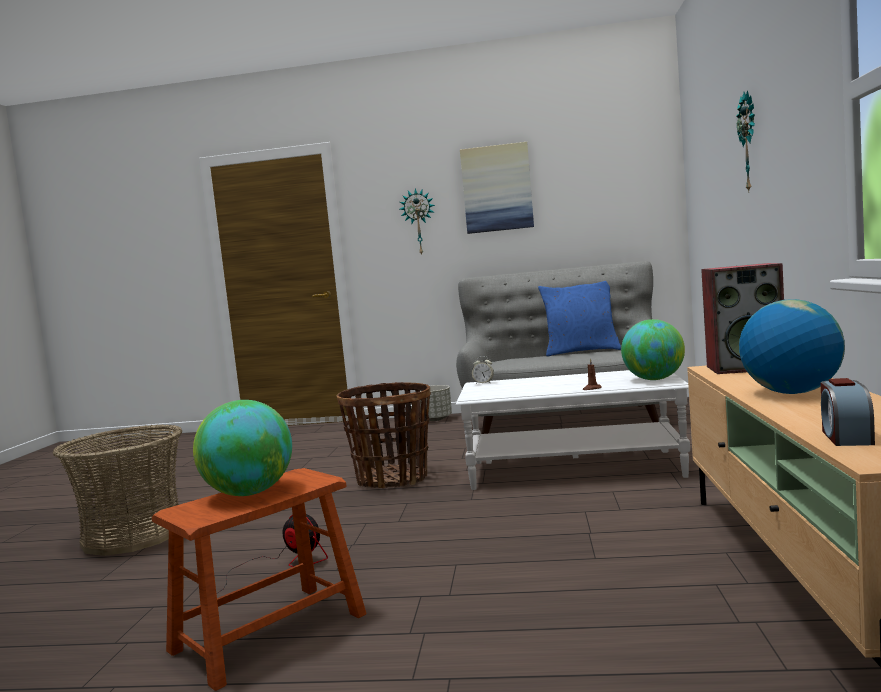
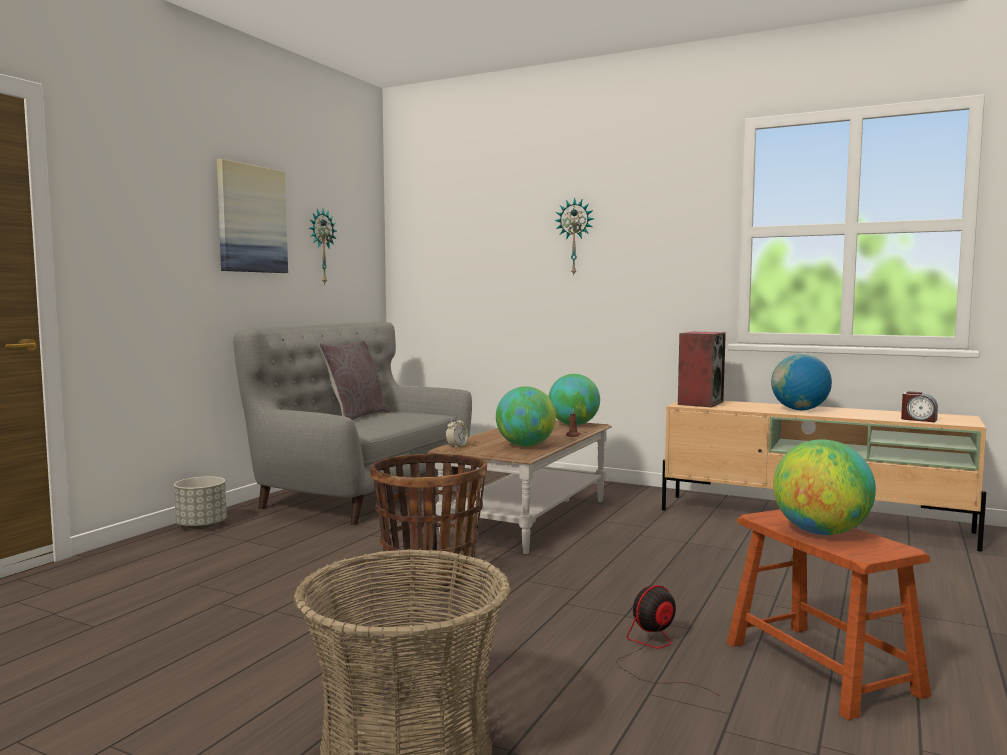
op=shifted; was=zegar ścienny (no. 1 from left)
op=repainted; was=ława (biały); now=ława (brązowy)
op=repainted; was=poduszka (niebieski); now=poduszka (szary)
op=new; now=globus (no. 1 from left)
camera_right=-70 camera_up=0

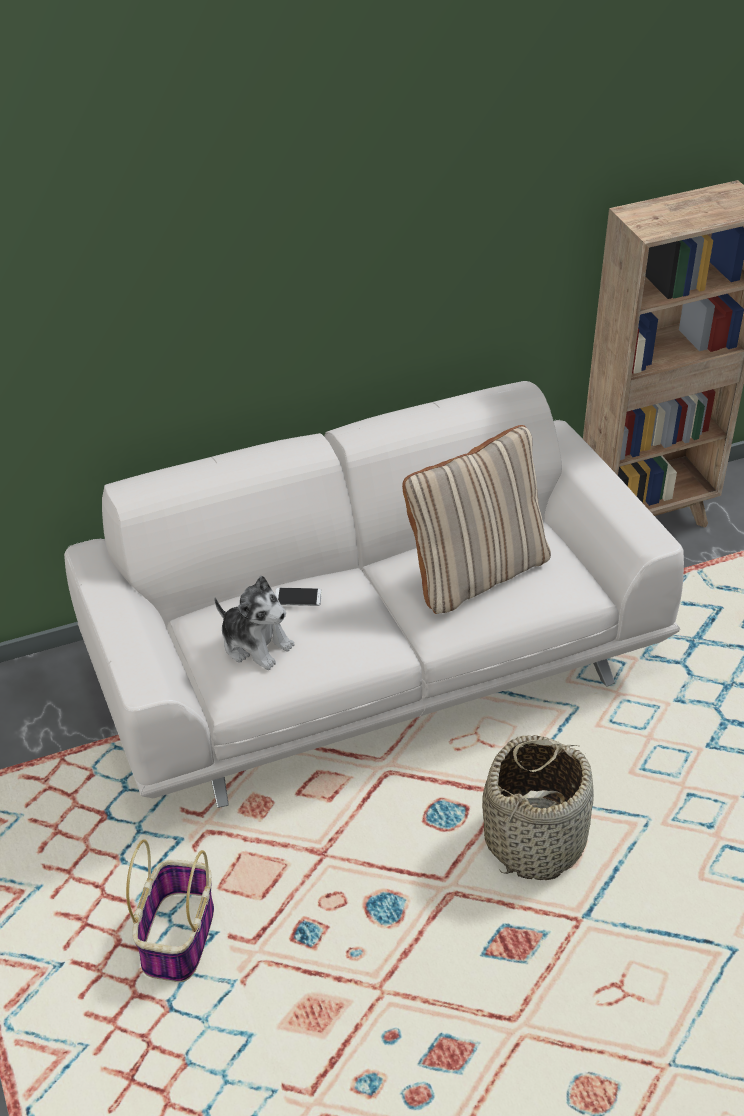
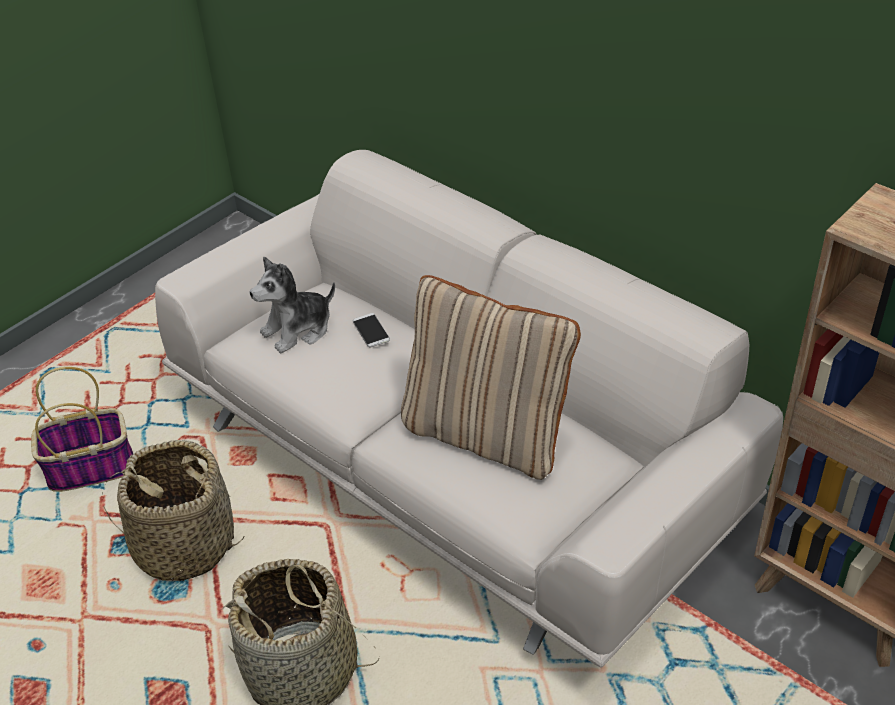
op=rotated; was=pluszak; clockwise=45
op=new; now=koszyk (no. 2 from left)
camera_right=65 camera_up=0

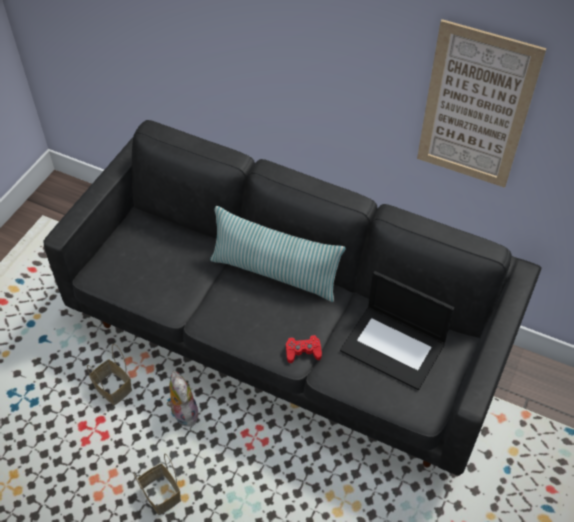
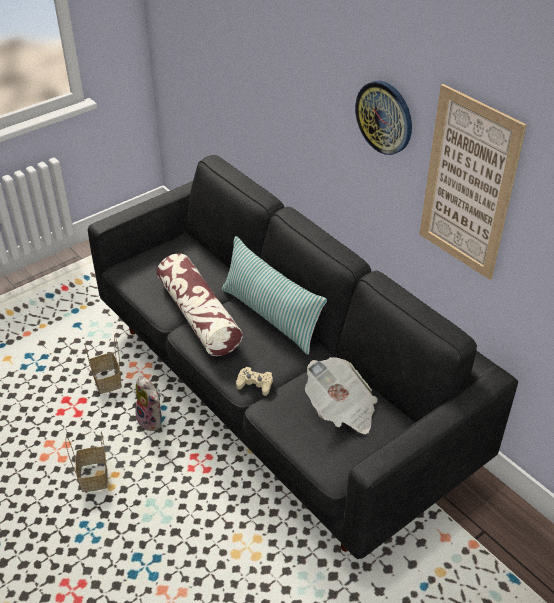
op=rotated; was=pluszak; clockwise=135
op=repainted; was=pad do gier (czerwony); now=pad do gier (beżowy)
op=swapped; was=laptop; now=gazeta
op=new; now=poduszka (no. 1 from left)
op=new; now=zegar ścienny
camera_right=25 camera_up=-10

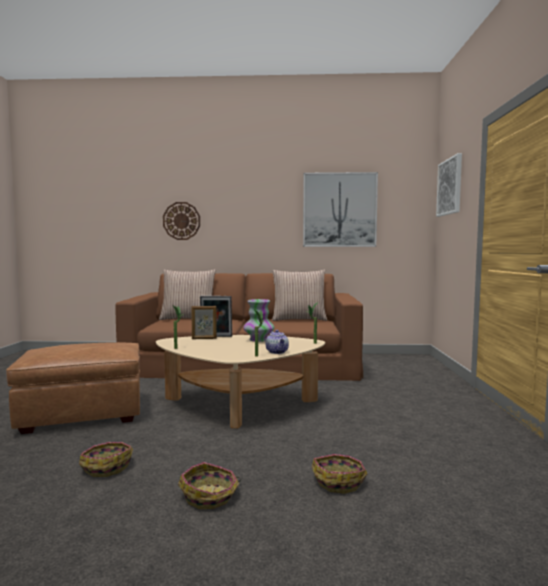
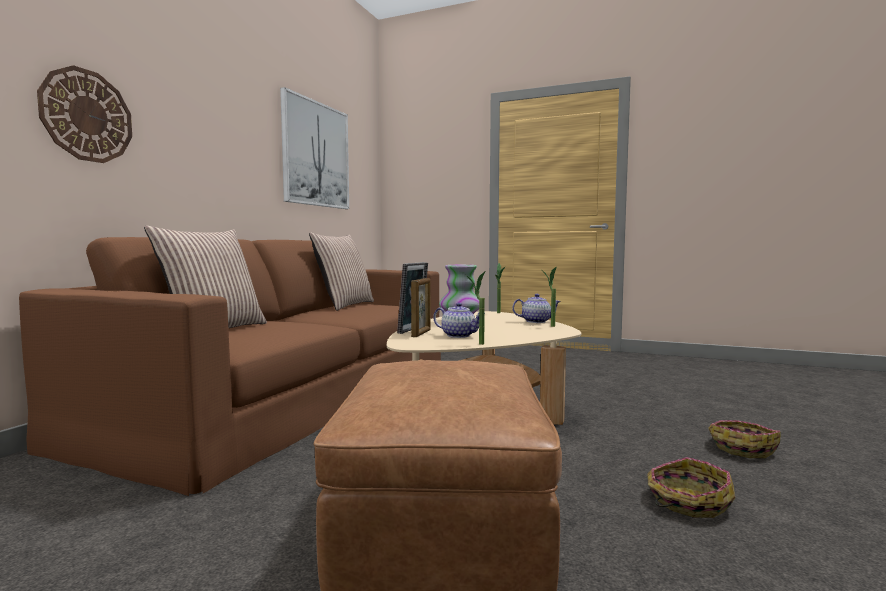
op=gone; was=koszyk (no. 3 from left)
op=gone; was=obraz (no. 2 from left)
op=new; now=imbryk (no. 1 from left)
camera_right=-70 camera_up=0

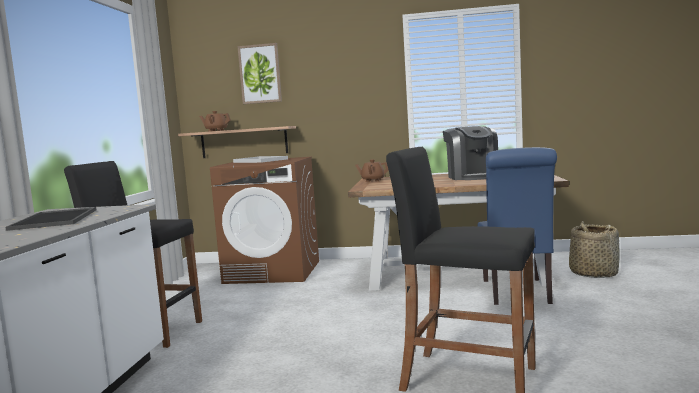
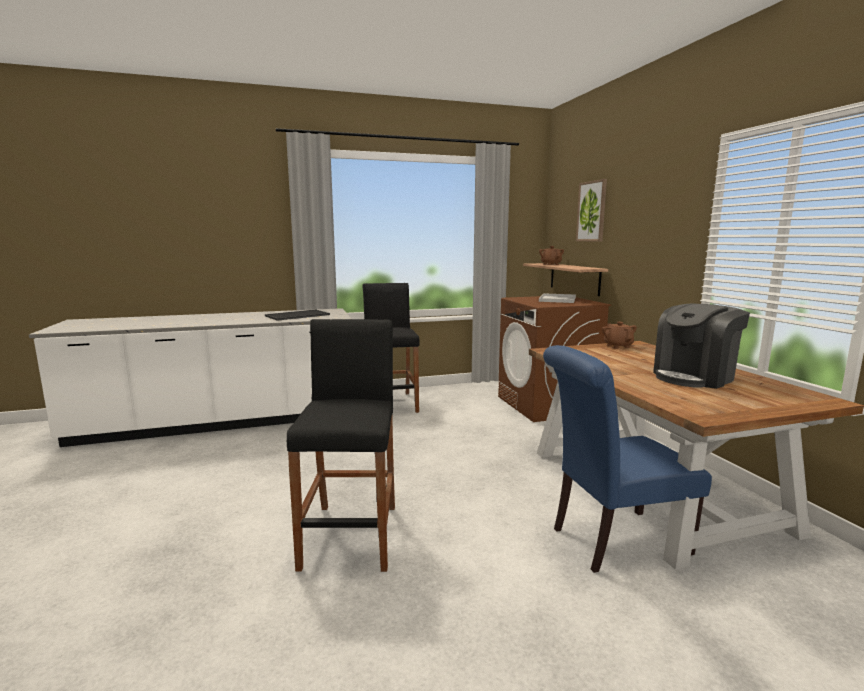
op=gone; was=koszyk
camera_right=65 camera_up=5

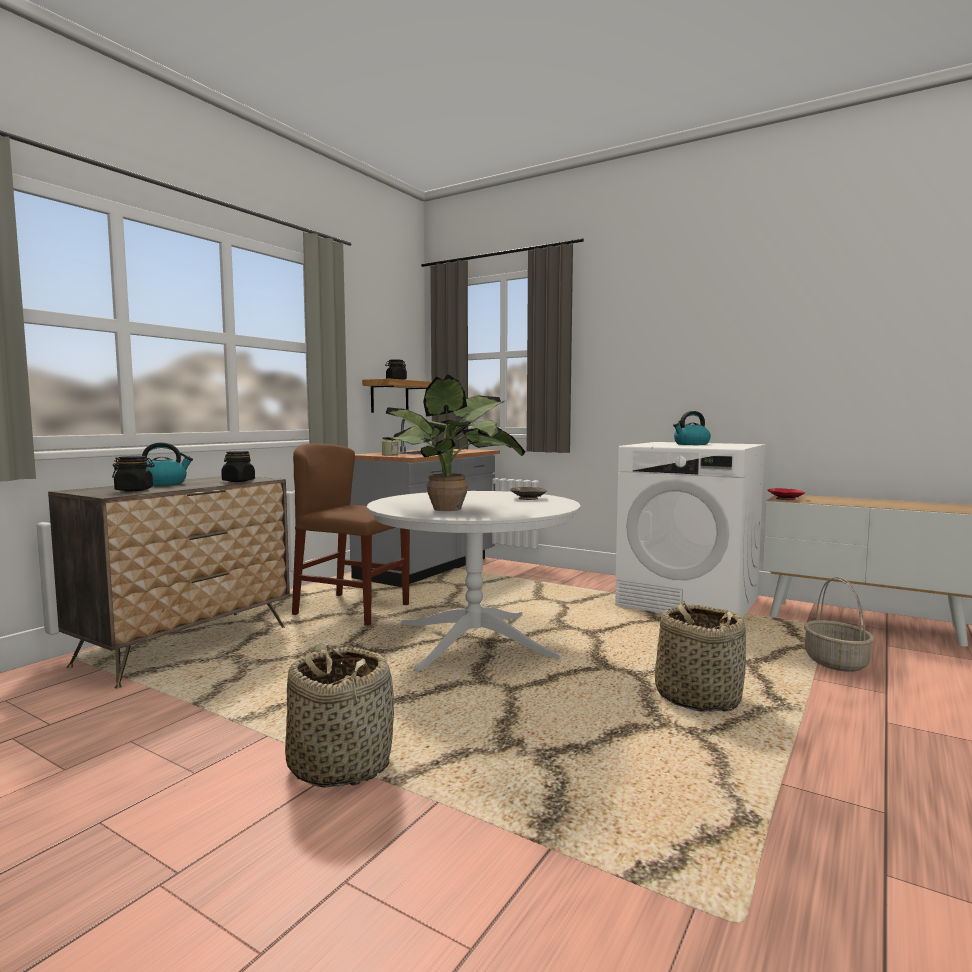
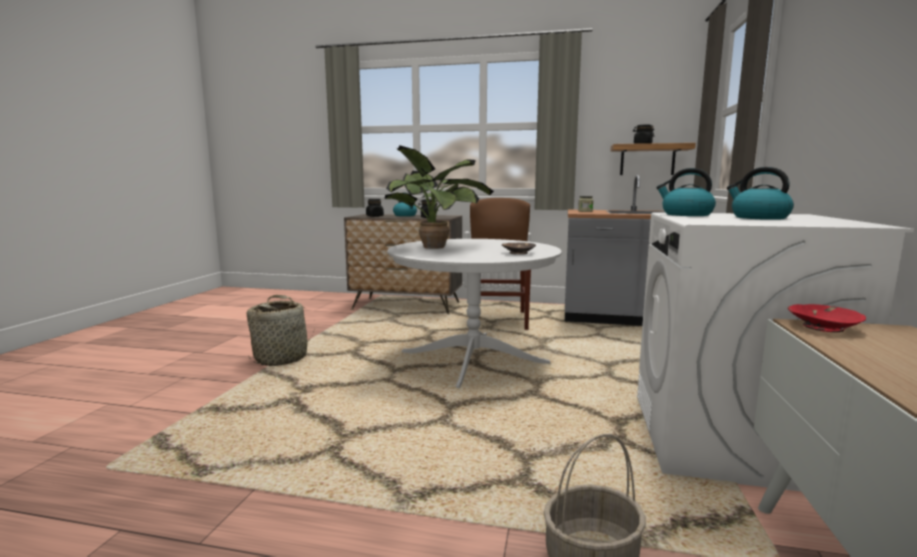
op=gone; was=koszyk (no. 2 from left)
op=new; now=czajnik (no. 2 from left)
camera_right=70 camera_up=5

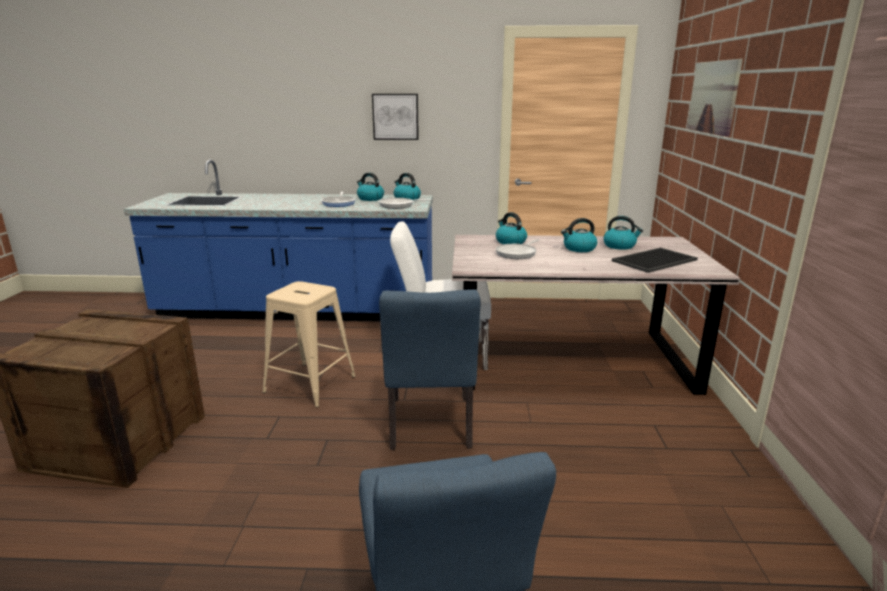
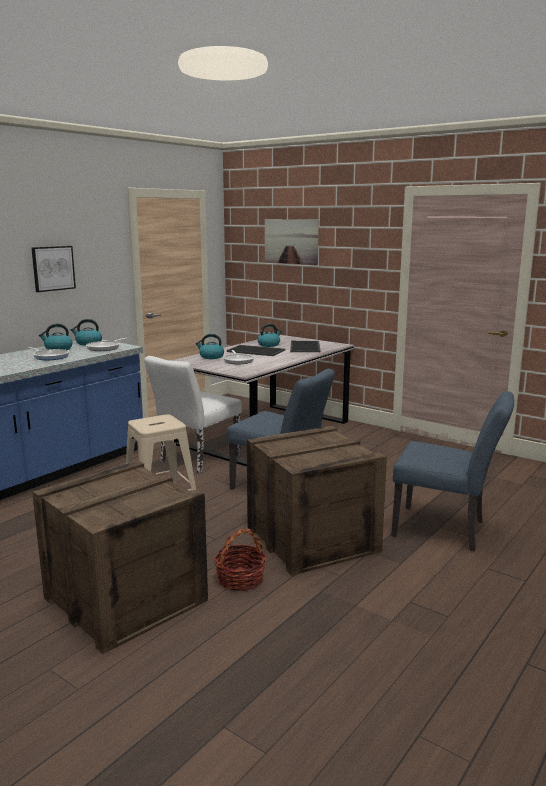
op=swapped; was=czajnik (no. 4 from left); now=taca (no. 1 from left)
op=new; now=koszyk
op=new; now=skrzynka (no. 2 from left)
camera_right=-55 camera_up=-5

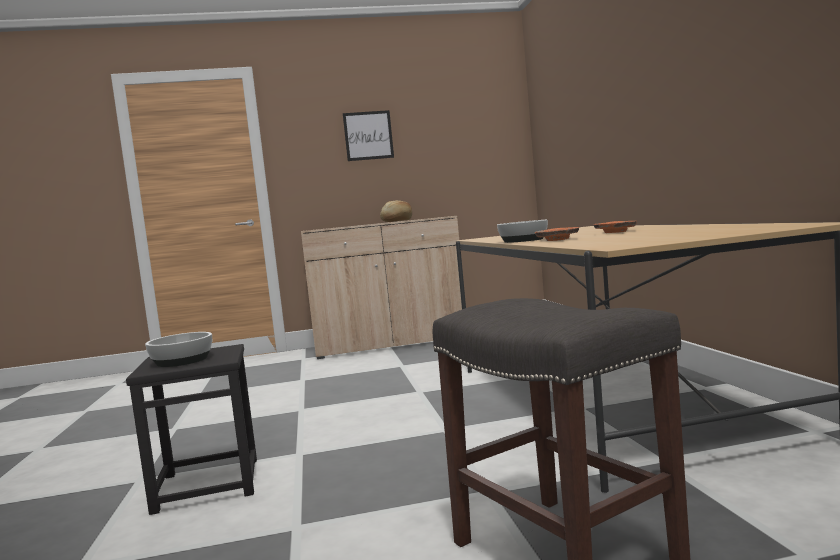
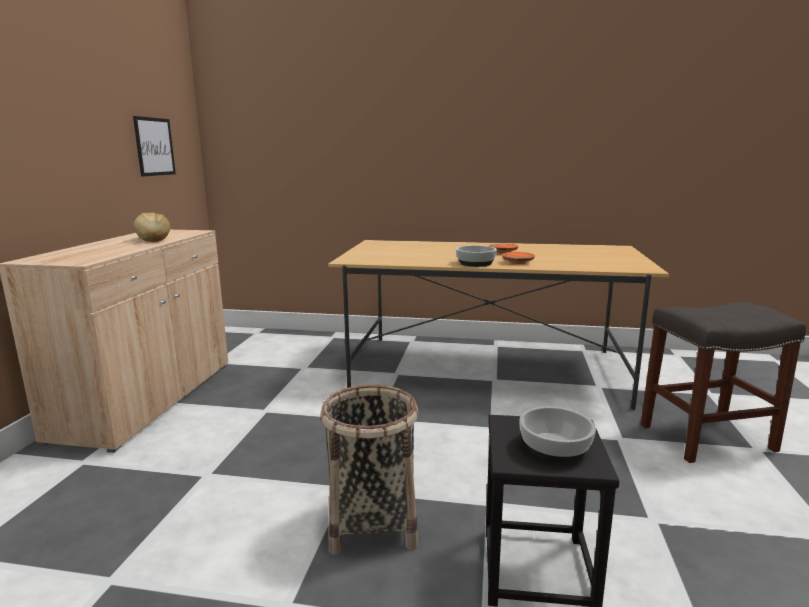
op=shifted; was=obraz
op=new; now=koszyk
camera_right=-70 camera_up=10

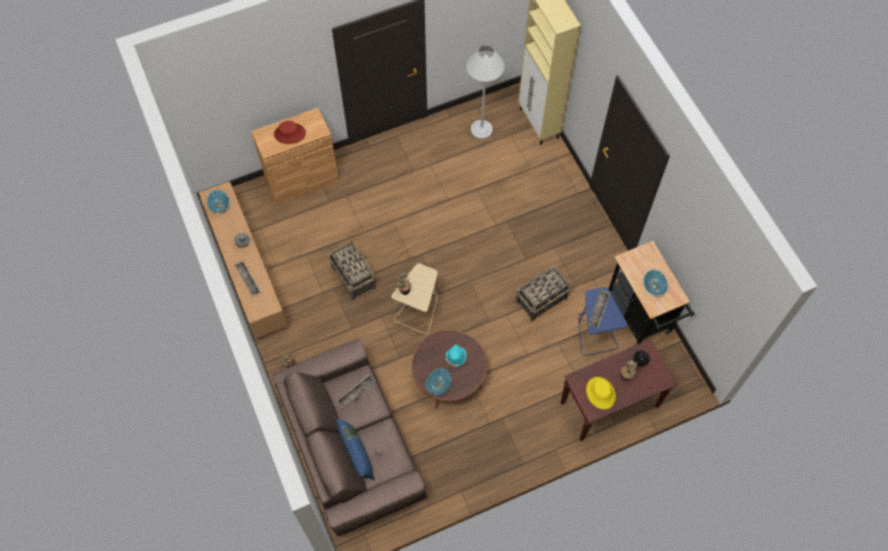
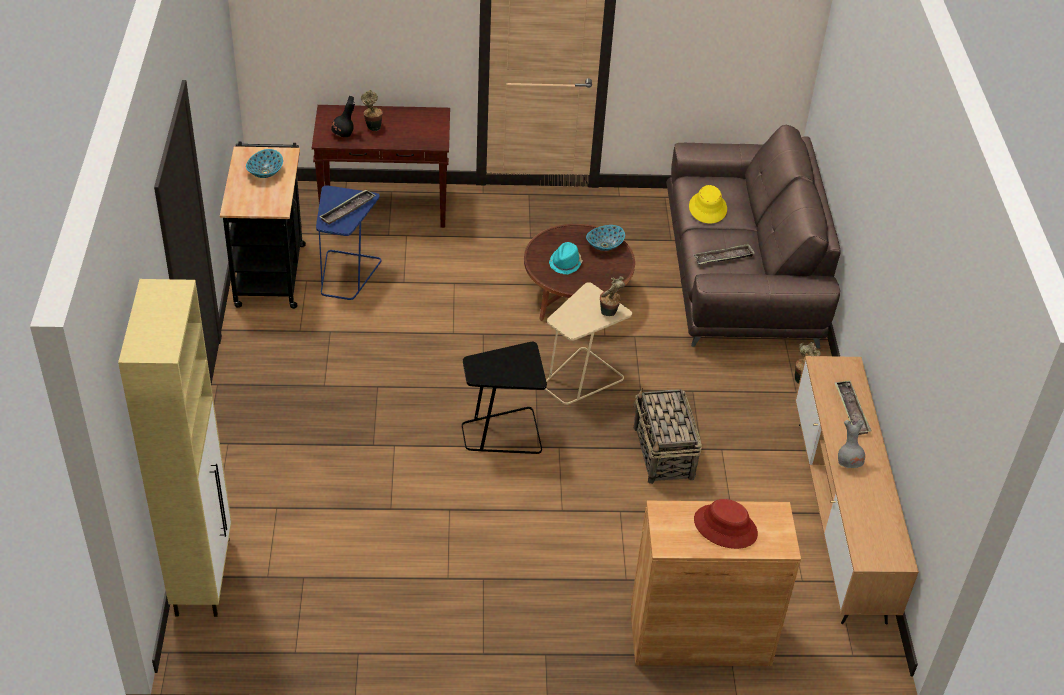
op=gone; was=miska (no. 1 from left)
op=gone; was=poduszka (niebieski)
op=gone; was=lampa stojąca (biały)
op=gone; was=koszyk (no. 2 from left)
op=shifted; was=kapelusz (żółty)
op=new; now=stolik (czarny)
camera_right=-160 camera_up=-20

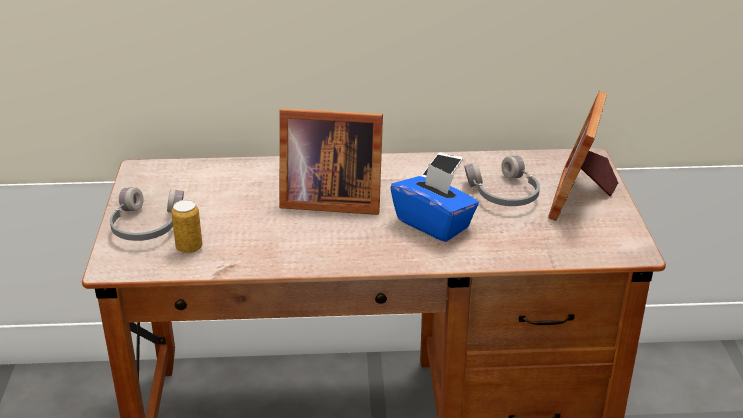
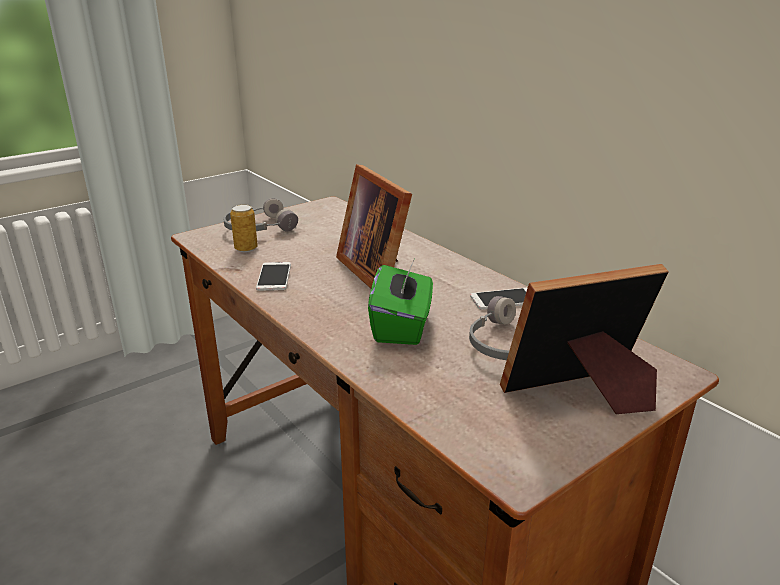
op=repainted; was=pudełko chusteczek (niebieski); now=pudełko chusteczek (zielony)
op=new; now=telefon (no. 1 from left)
camera_right=55 camera_up=-5

